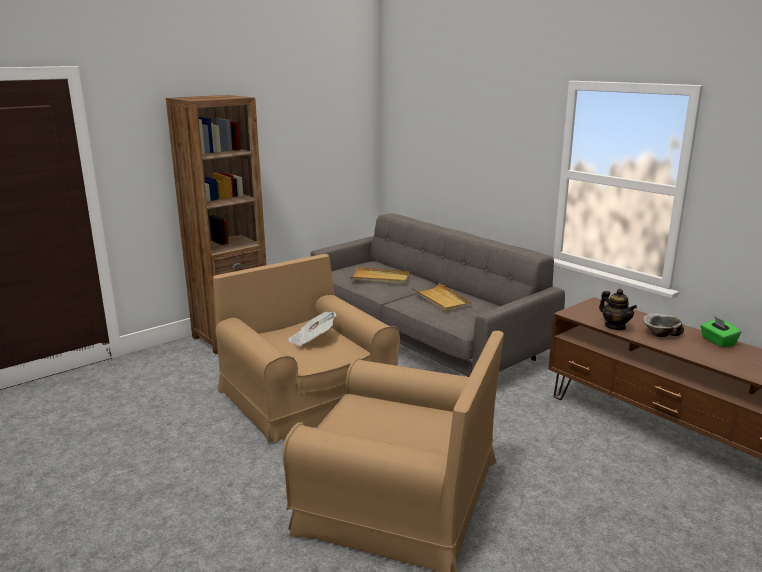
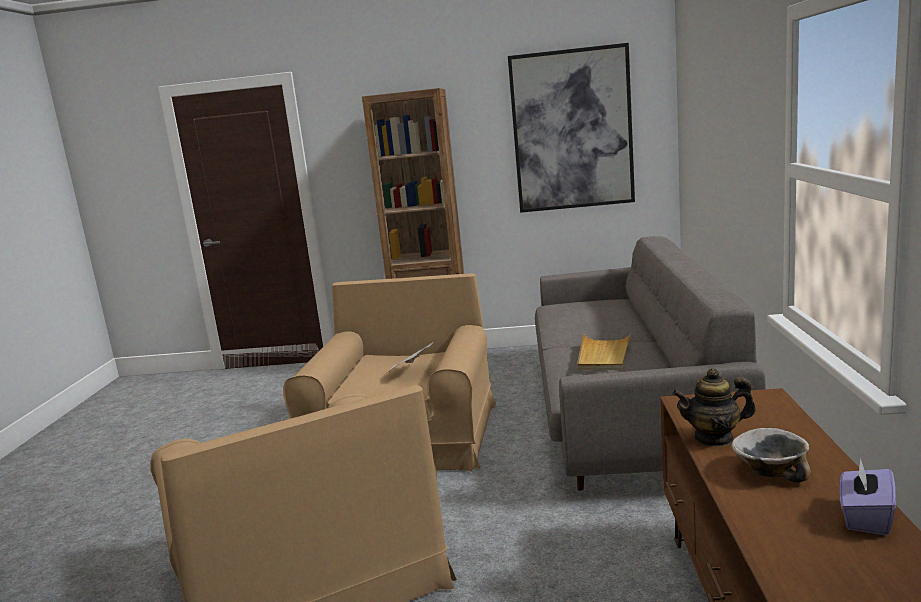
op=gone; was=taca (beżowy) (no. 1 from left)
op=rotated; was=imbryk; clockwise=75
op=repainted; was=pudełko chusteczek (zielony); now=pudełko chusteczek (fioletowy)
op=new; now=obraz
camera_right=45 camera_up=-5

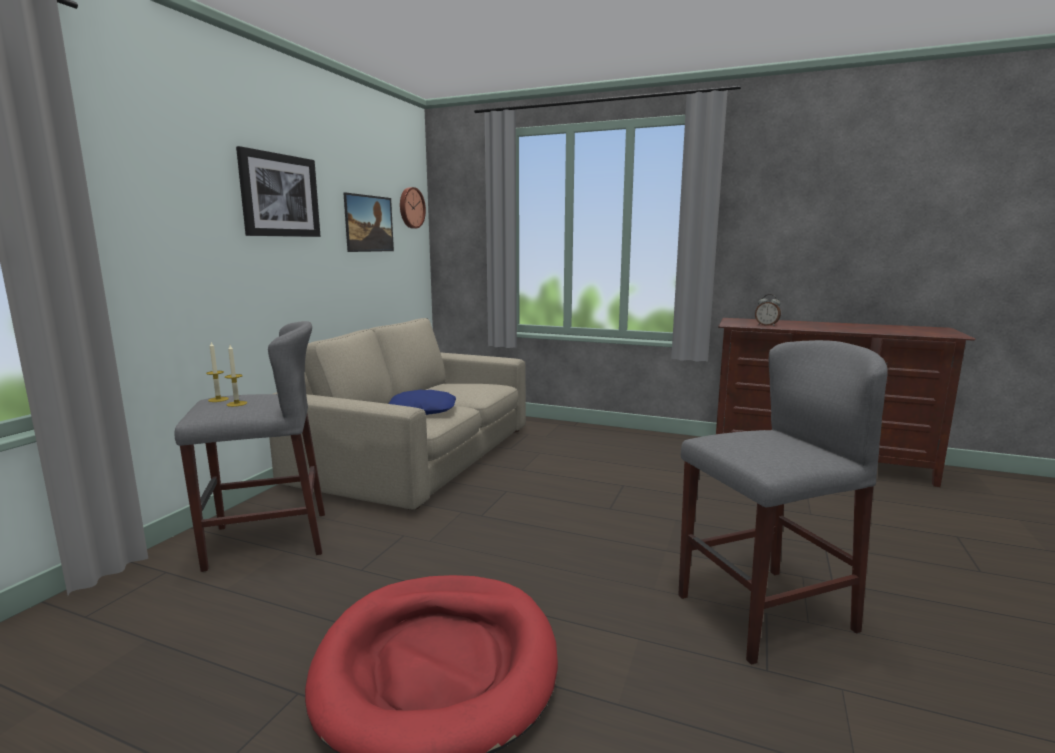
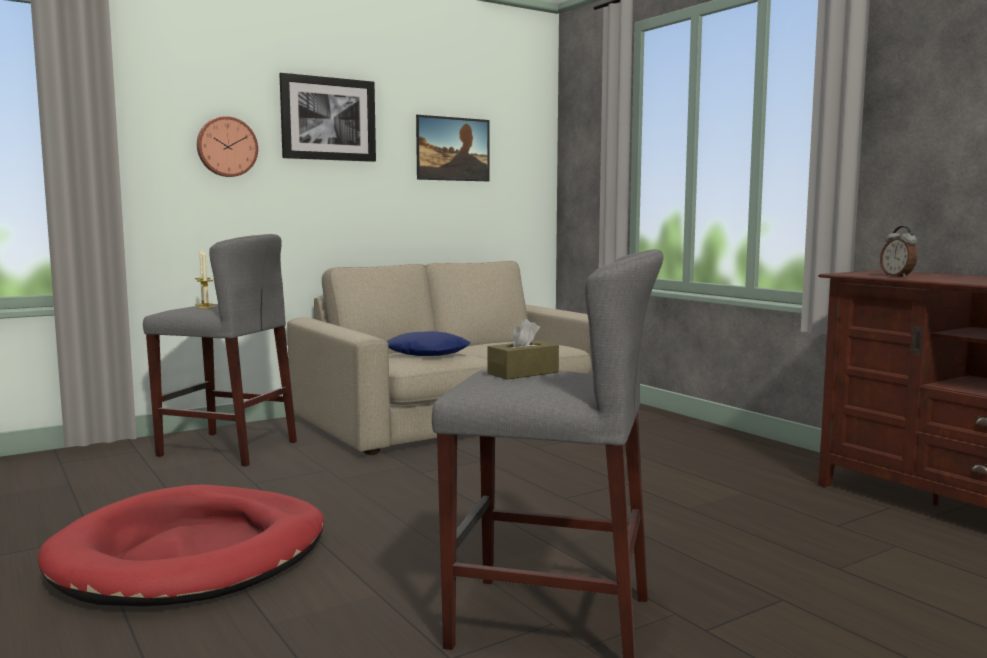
op=shifted; was=zegar ścienny
op=new; now=pudełko chusteczek (brązowy)
camera_right=35 camera_up=-5

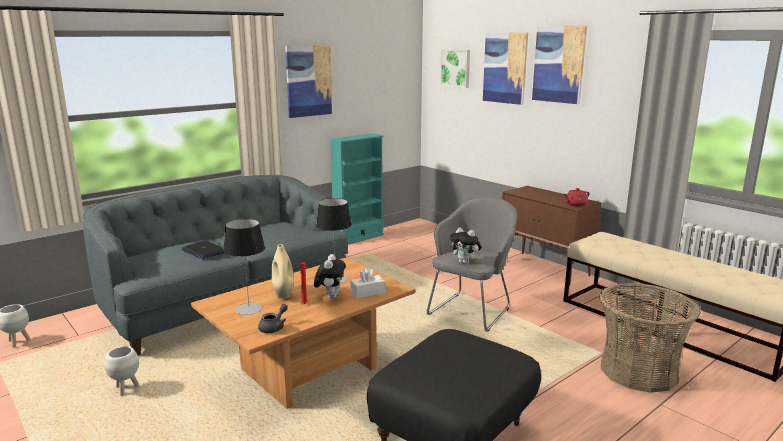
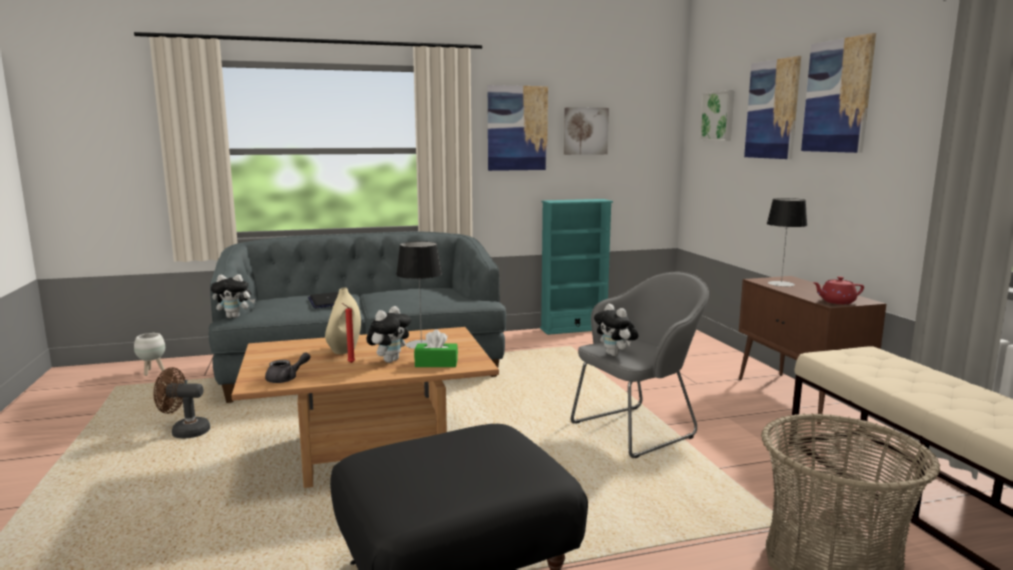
op=swapped; was=donica (biały) (no. 2 from left); now=wentylator (brązowy)
op=shifted; was=lampa stołowa (no. 1 from left in the first image); now=lampa stołowa (no. 2 from left)
op=repainted; was=pudełko chusteczek (biały); now=pudełko chusteczek (zielony)
op=new; now=pluszak (no. 1 from left)
op=new; now=obraz (no. 2 from left)
camera_right=25 camera_up=-5

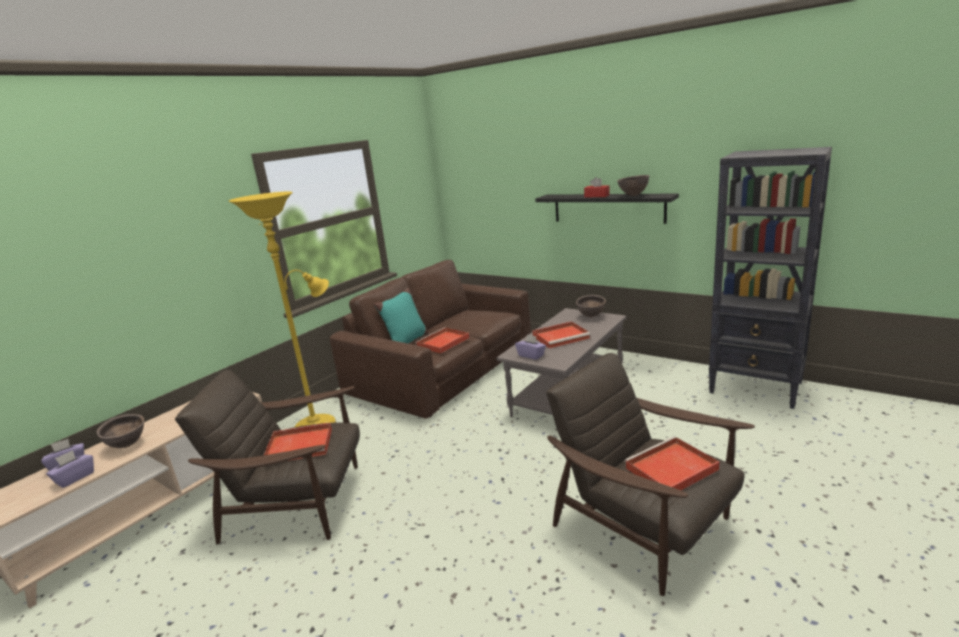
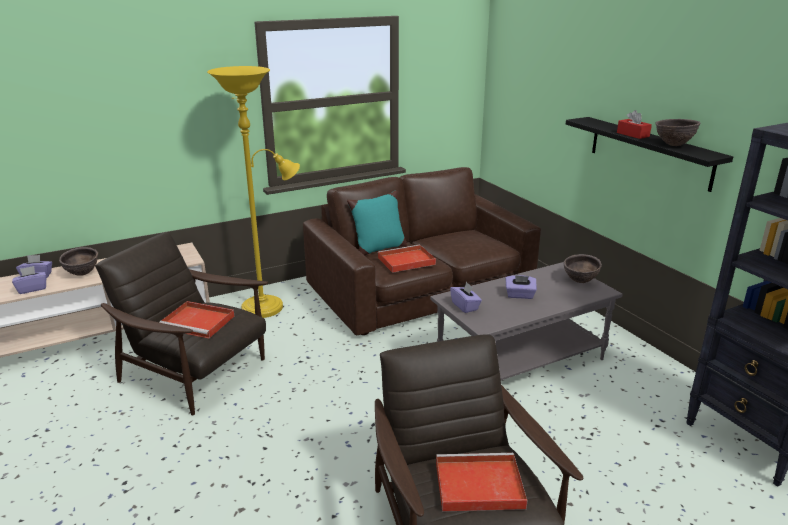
op=swapped; was=taca (czerwony) (no. 3 from left); now=pudełko chusteczek (fioletowy) (no. 4 from left)
camera_right=25 camera_up=5

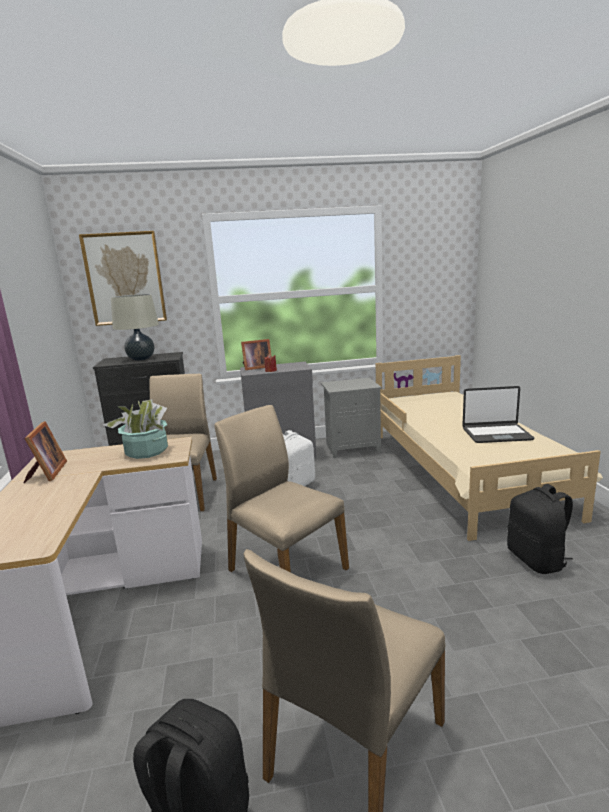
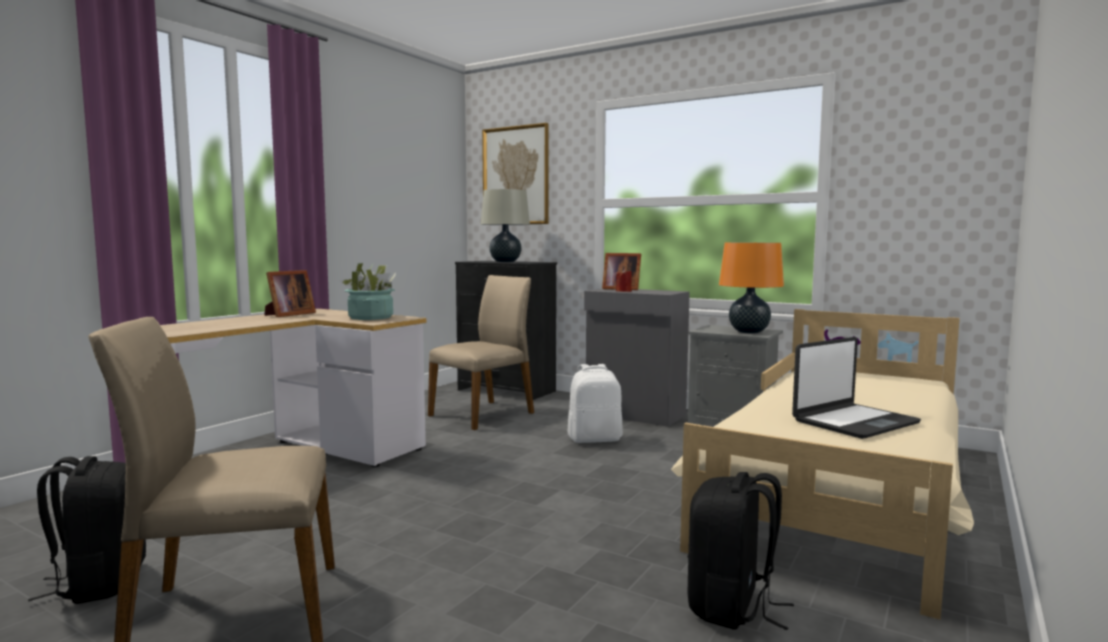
op=gone; was=krzesło (beżowy) (no. 2 from left)
op=rotated; was=laptop; clockwise=-75
op=new; now=lampa stołowa (pomarańczowy)
camera_right=40 camera_up=-10

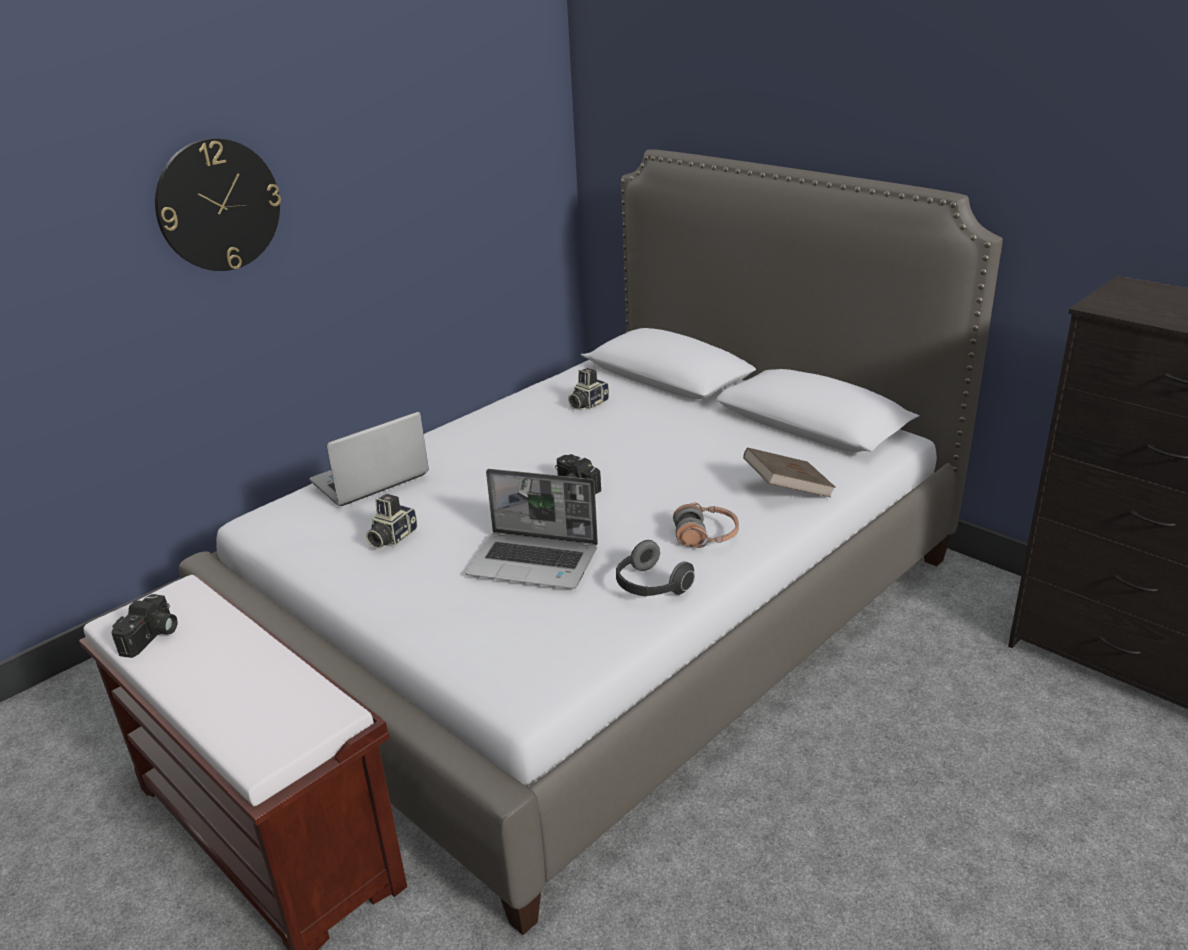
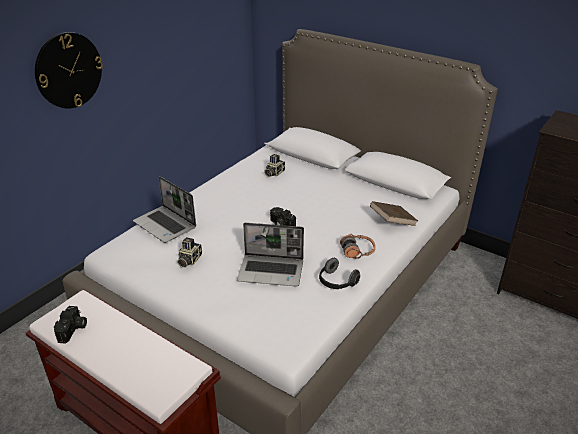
op=rotated; was=laptop (no. 1 from left); clockwise=-90
camera_right=-10 camera_up=5

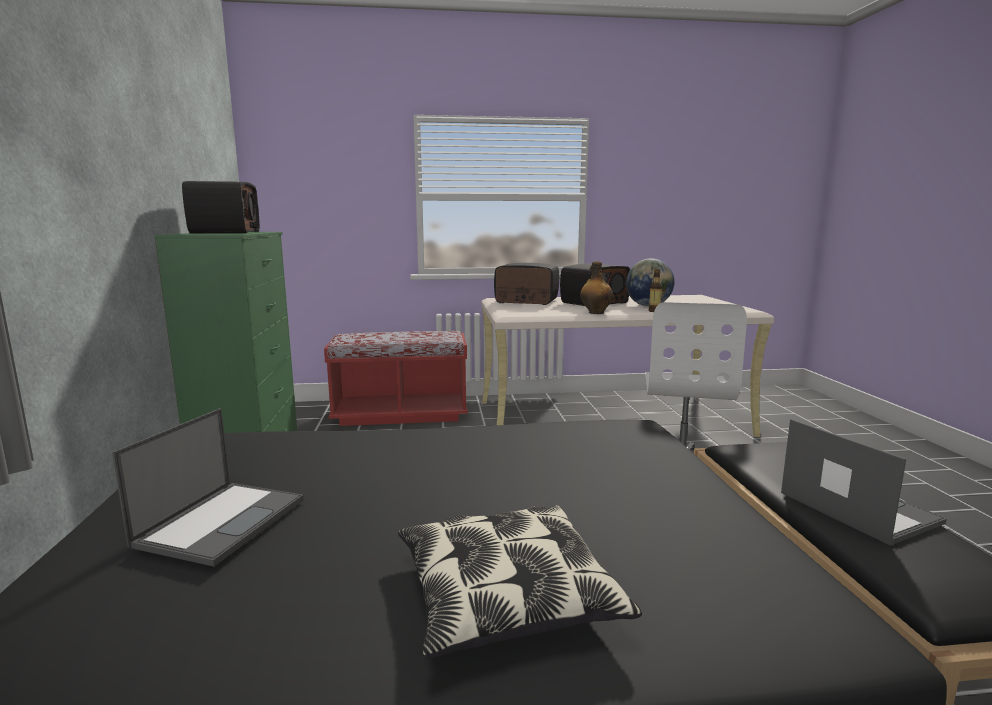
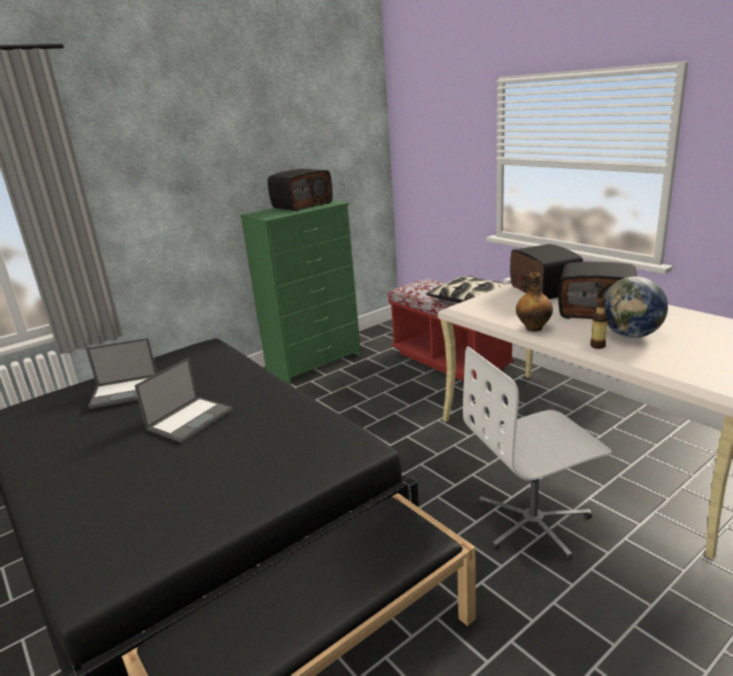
op=shifted; was=poduszka
op=shifted; was=laptop (no. 2 from left)
camera_right=60 camera_up=10

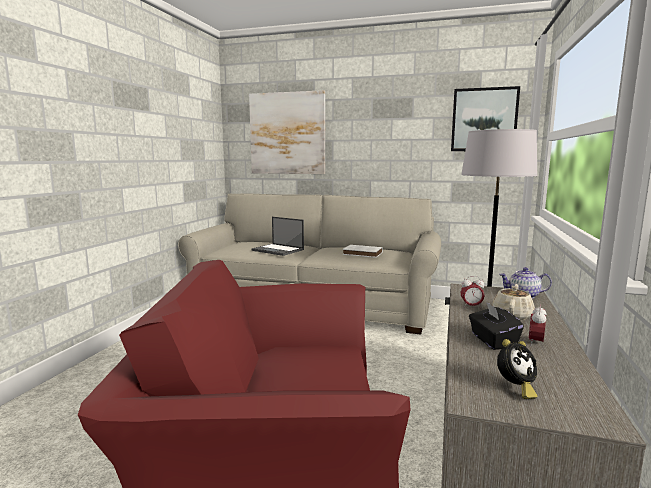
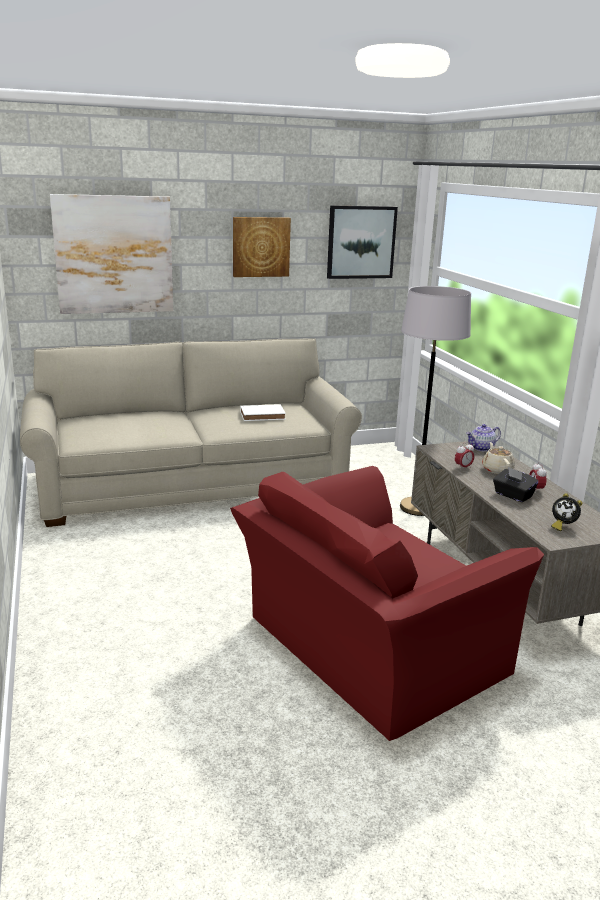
op=gone; was=laptop
op=rotated; was=budzik (no. 2 from left in the first image); clockwise=90
op=new; now=obraz (no. 2 from left)
camera_right=-35 camera_up=10

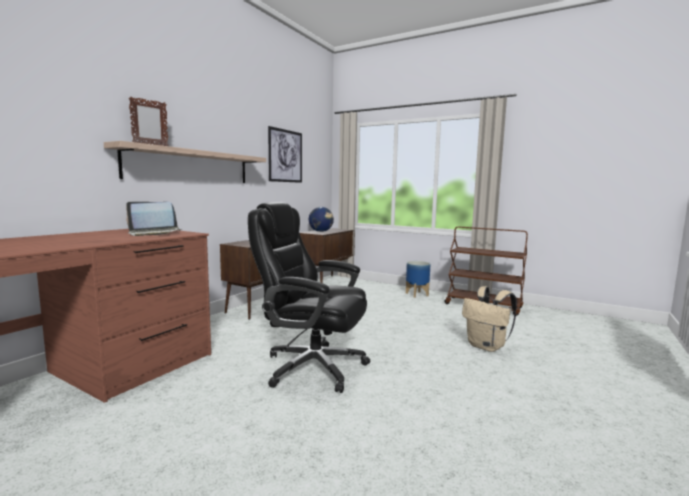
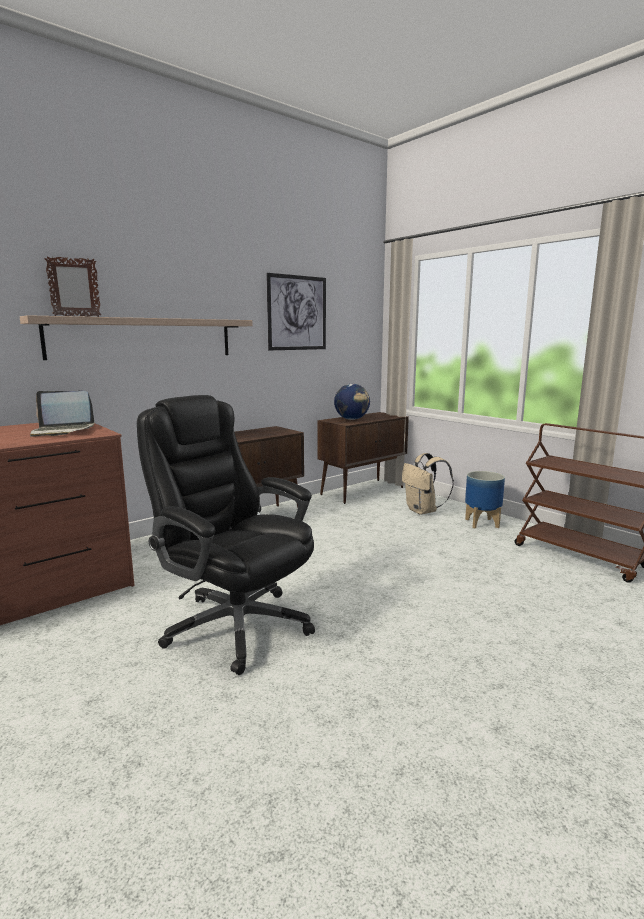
op=shifted; was=plecak (beżowy)
camera_right=20 camera_up=5

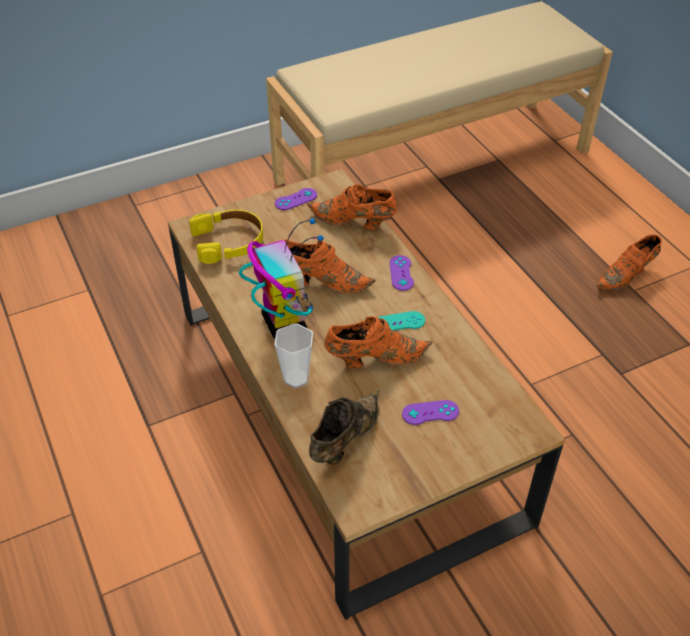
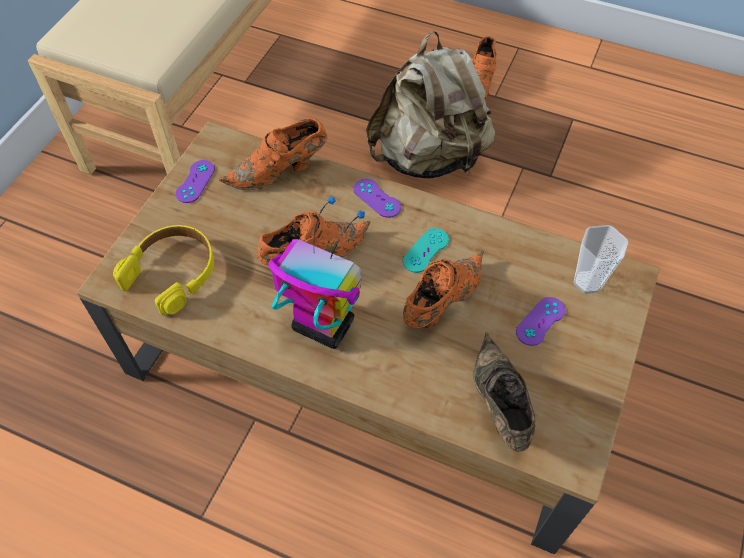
op=shifted; was=filiżanka
op=new; now=plecak (beżowy)
camera_right=-40 camera_up=10

